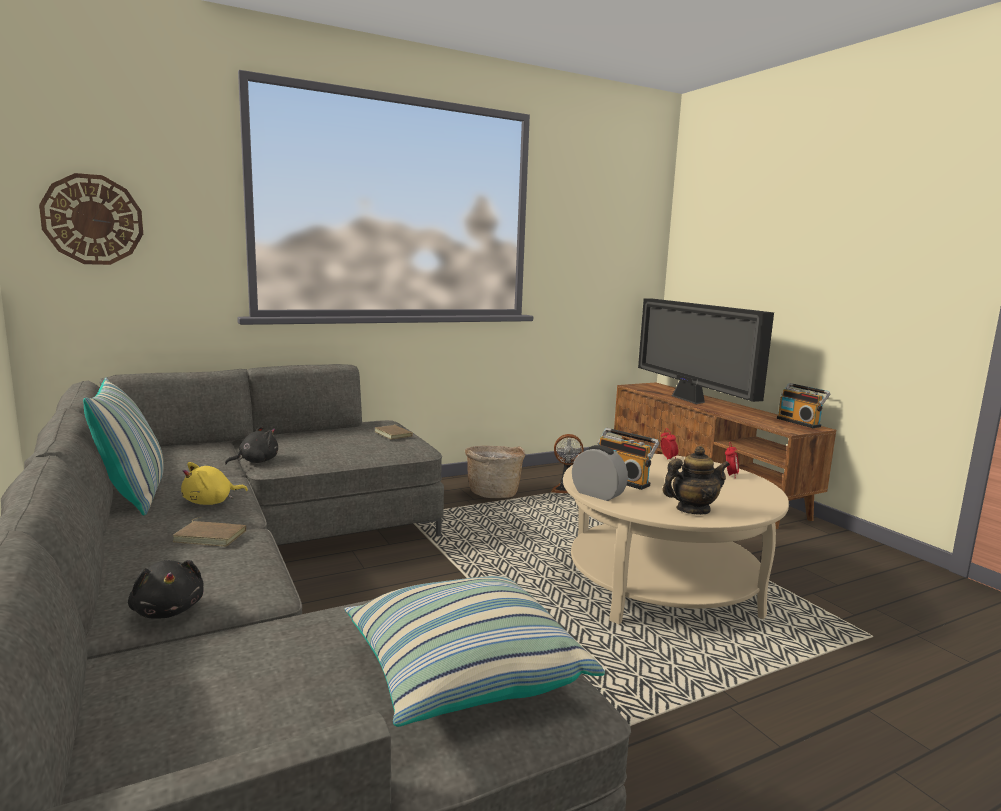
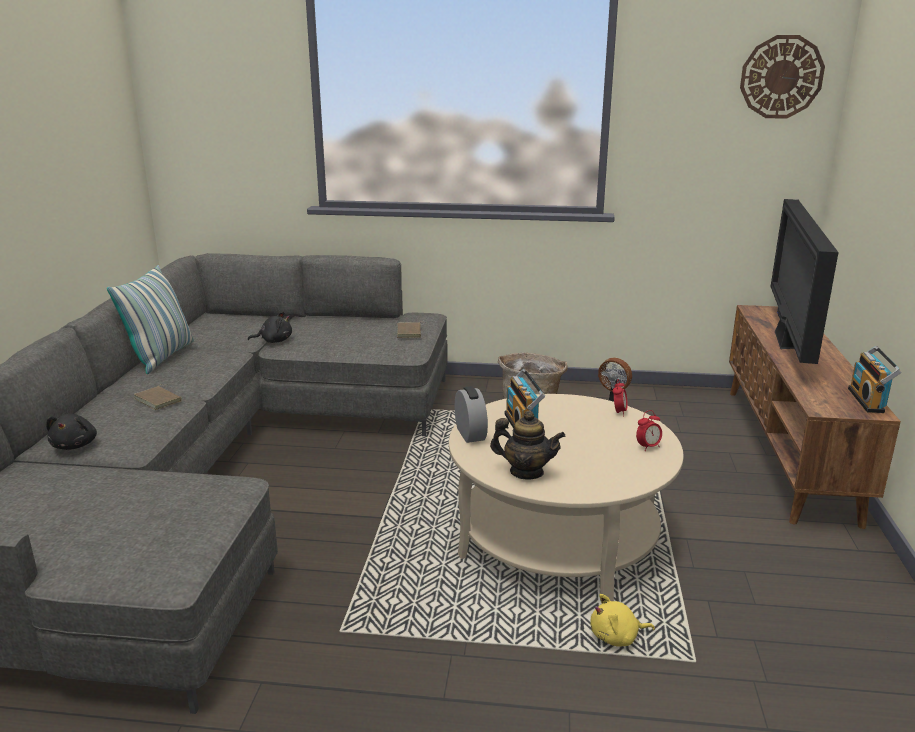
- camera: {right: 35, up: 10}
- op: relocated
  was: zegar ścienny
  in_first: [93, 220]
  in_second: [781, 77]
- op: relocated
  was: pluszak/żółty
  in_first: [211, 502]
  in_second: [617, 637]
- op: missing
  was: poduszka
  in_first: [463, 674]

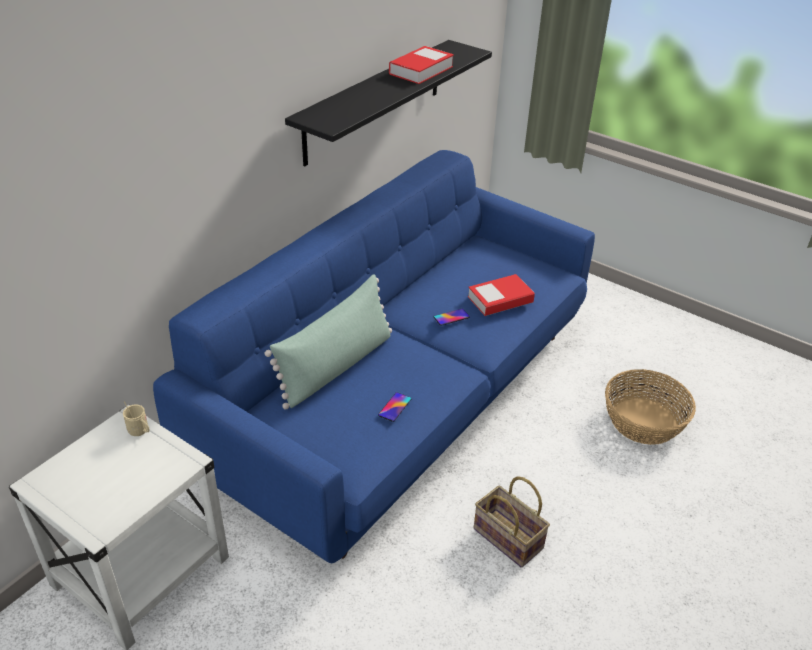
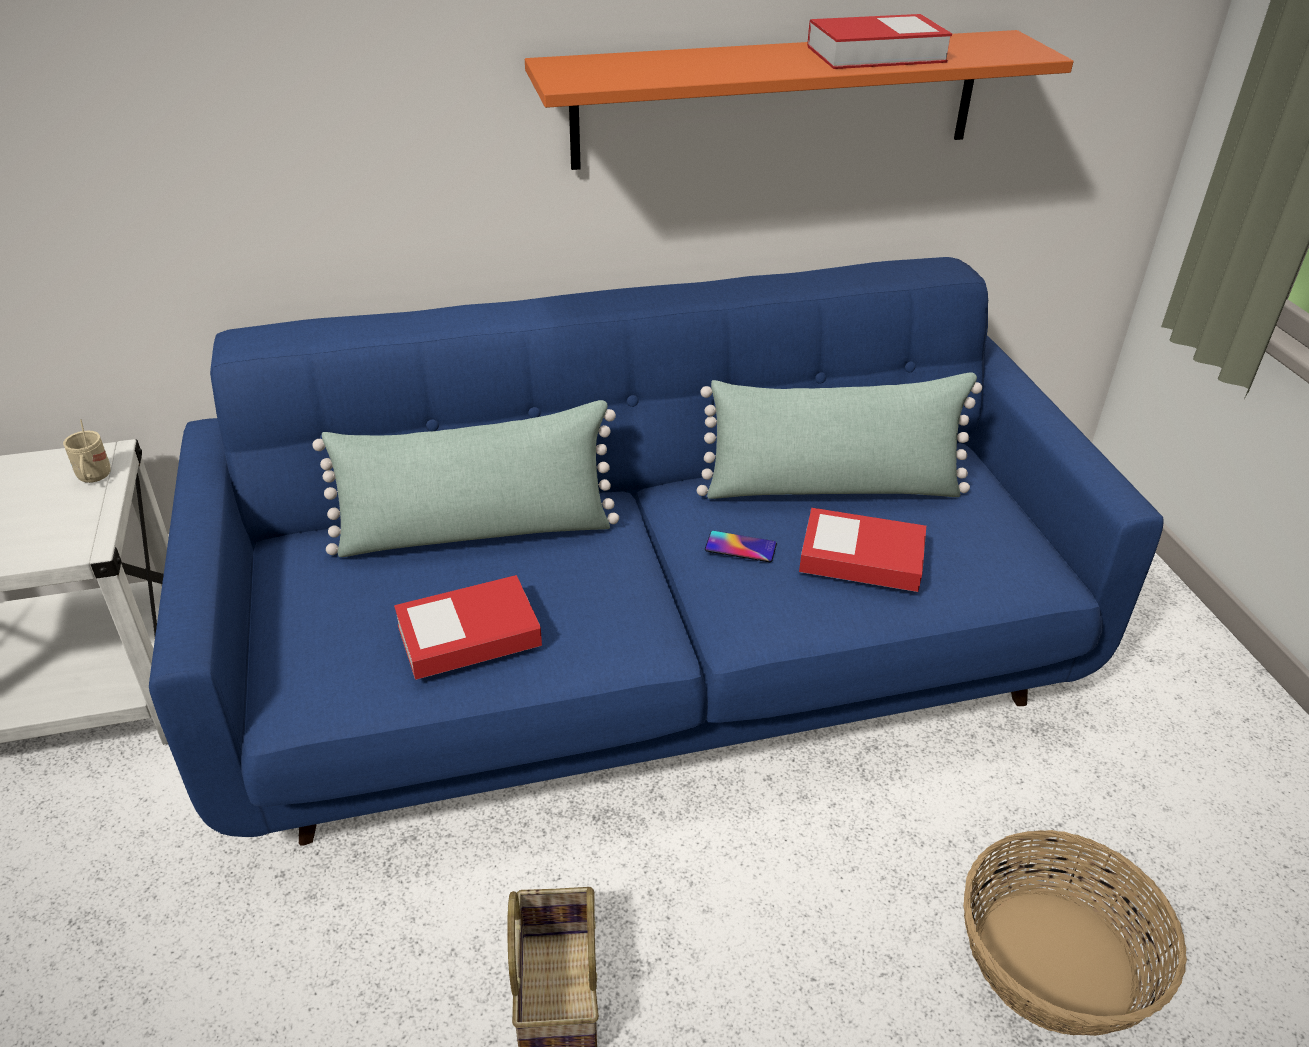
- camera: {right: 40, up: 0}
- op: colour
  was: półka/czarny
  now: półka/pomarańczowy
  in_first: [374, 101]
  in_second: [777, 99]
- op: exchanged
  was: telefon
  now: książka
  in_first: [394, 407]
  in_second: [469, 636]
- op: appeared
  now: poduszka/zielony
  in_second: [832, 488]

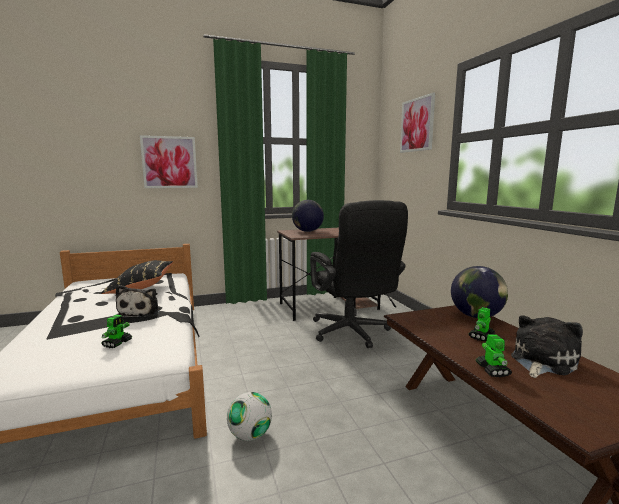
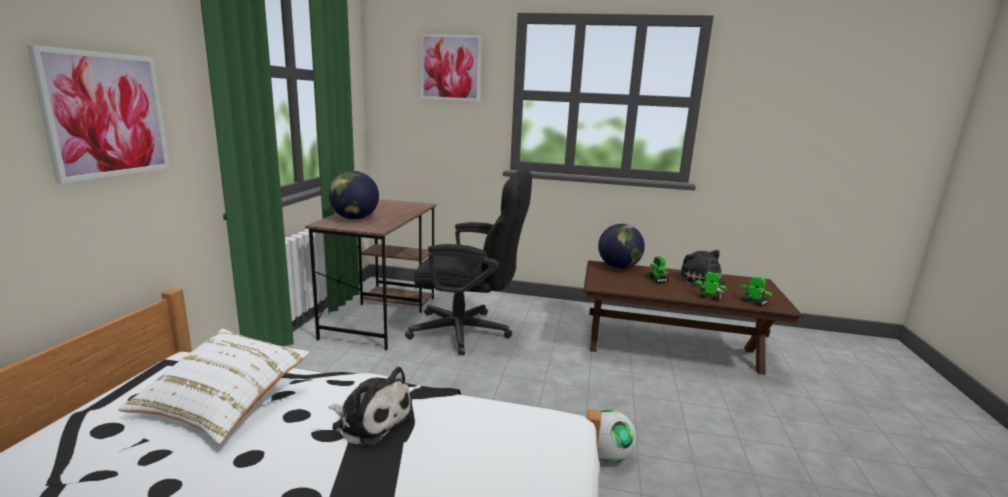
- camera: {right: -60, up: 5}
- op: colour
  was: poduszka/czarny
  now: poduszka/biały
  in_first: [141, 288]
  in_second: [223, 402]
- op: relocated
  was: robot zabawkowy
  in_first: [117, 343]
  in_second: [753, 302]

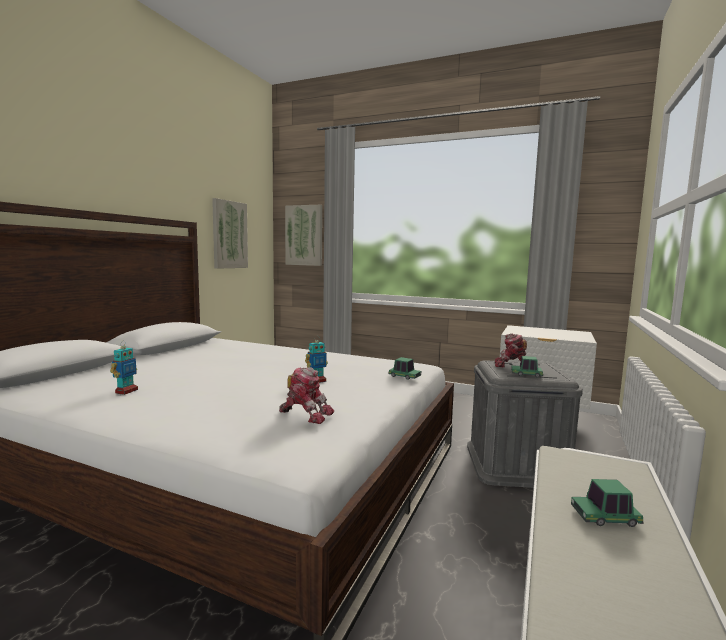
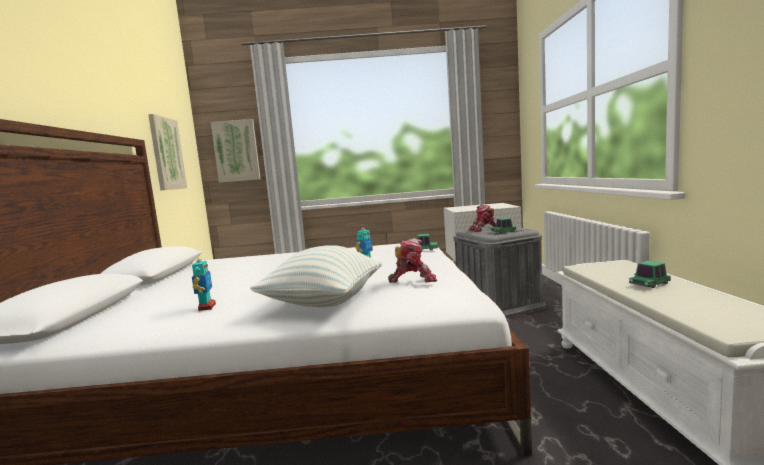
- camera: {right: -25, up: 0}
- op: appeared
  now: poduszka
  in_second: [324, 302]

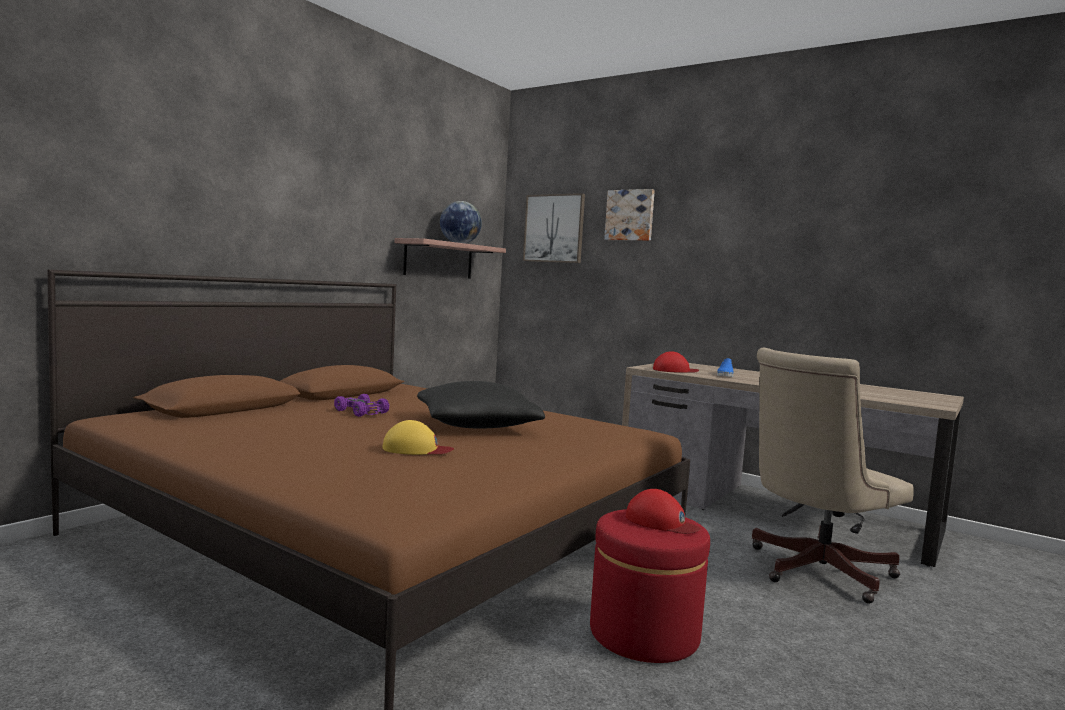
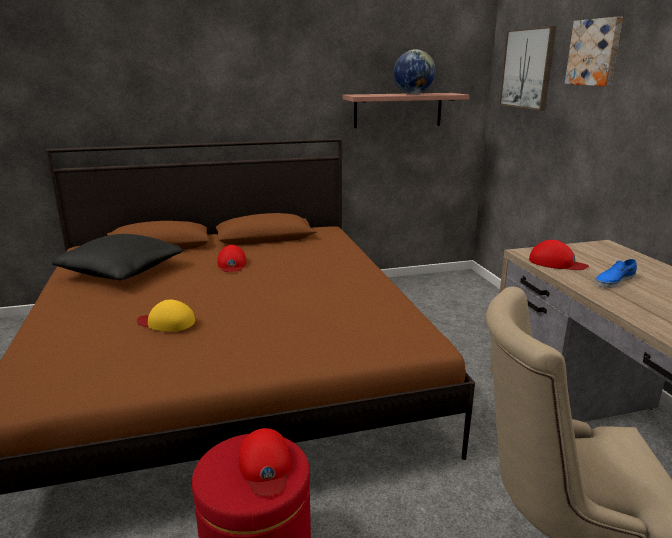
- camera: {right: 40, up: 15}
- op: relocated
  was: poduszka/czarny
  in_first: [477, 425]
  in_second: [121, 272]
- op: exchanged
  was: samochodzik/fioletowy
  now: czapka z daszkiem/czerwony
  in_first: [362, 412]
  in_second: [232, 264]
- op: spun
  was: czapka z daszkiem/żółty
  in_first: [416, 449]
  in_second: [166, 322]
  clockwise: 150

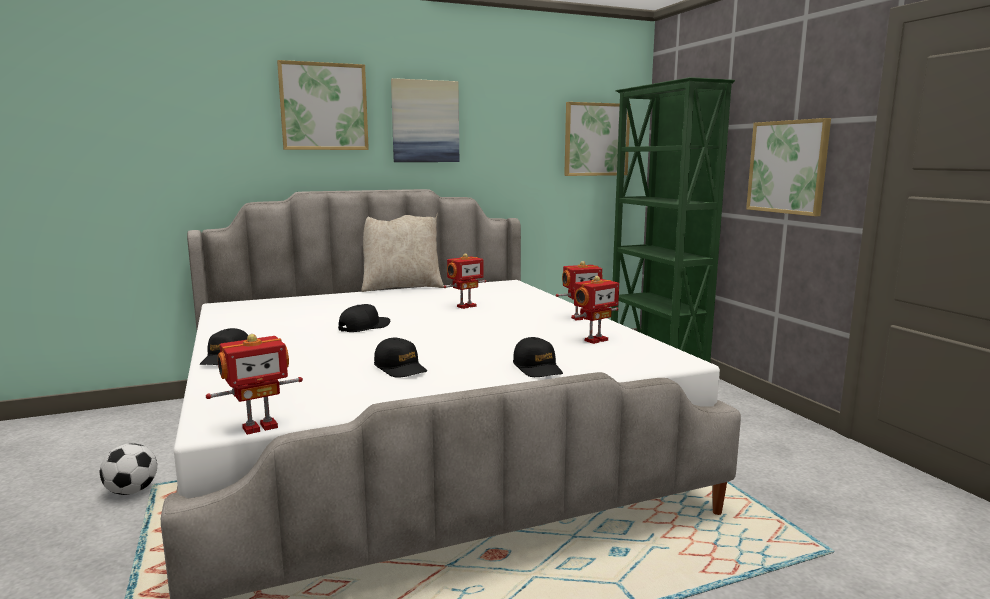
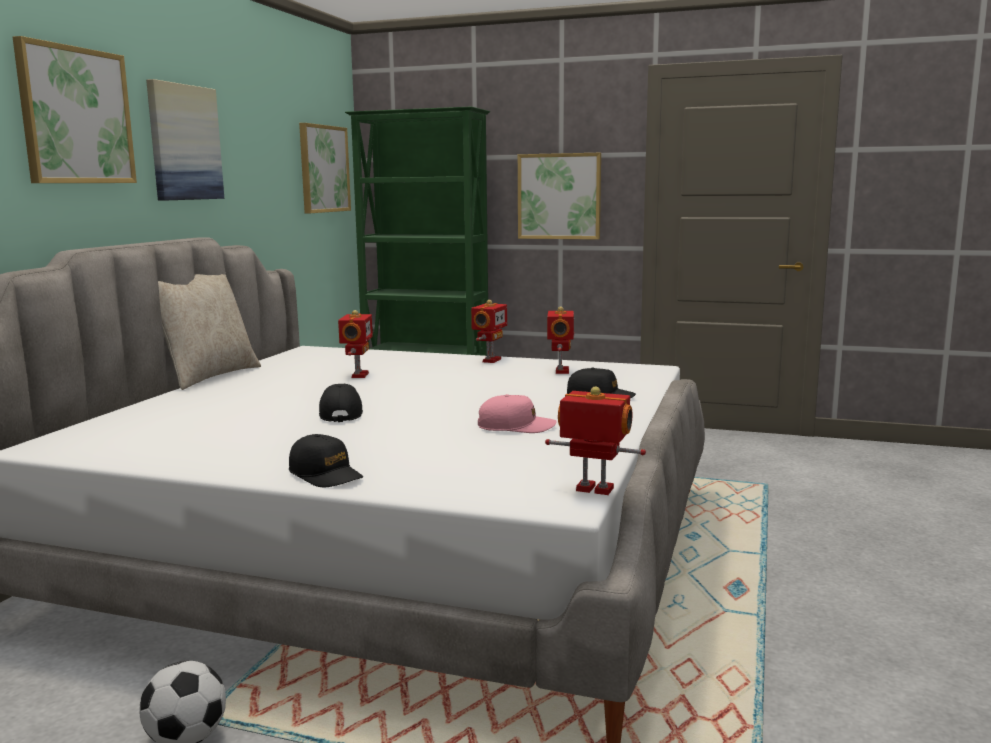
- camera: {right: -50, up: 0}
- op: spun
  was: robot zabawkowy
  in_first: [259, 427]
  in_second: [594, 490]
  clockwise: -75
- op: colour
  was: czapka z daszkiem/czarny
  now: czapka z daszkiem/różowy
  in_first: [400, 368]
  in_second: [516, 427]

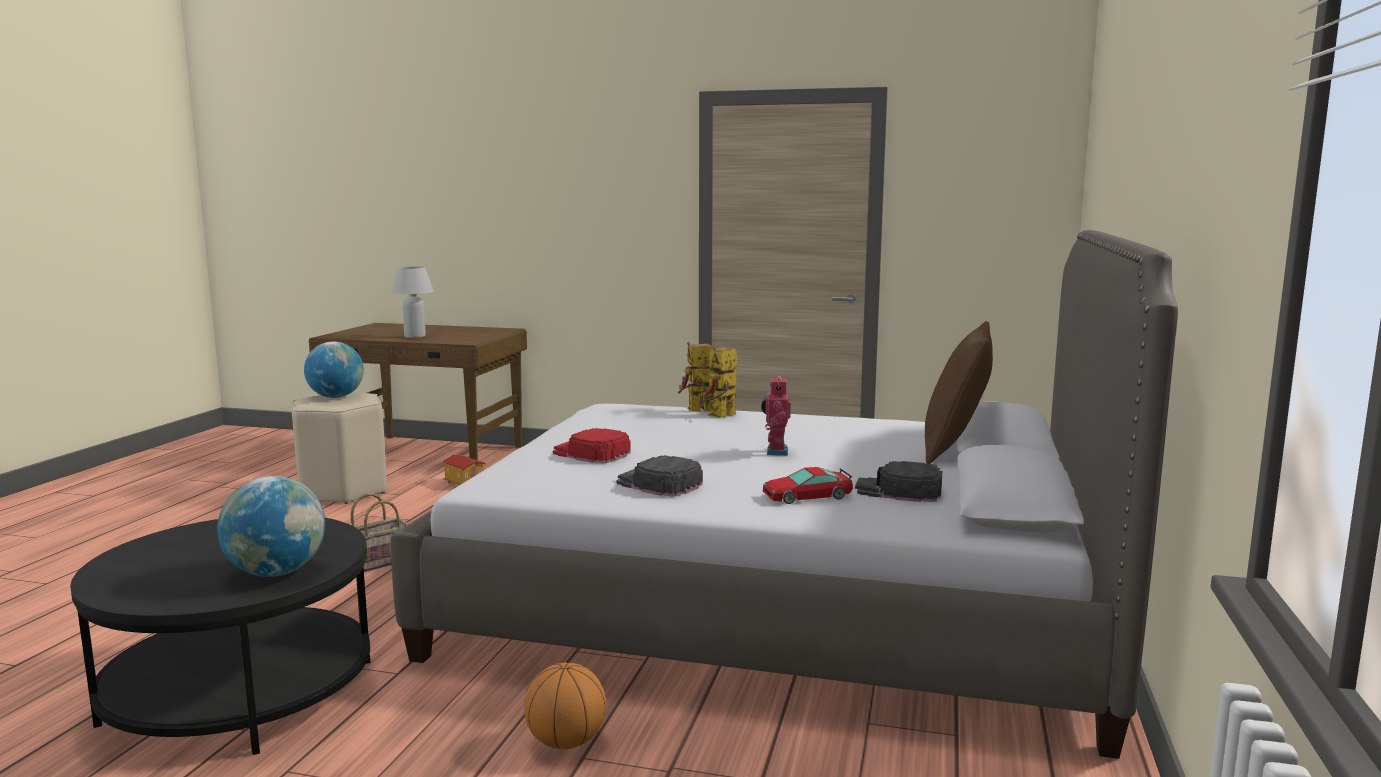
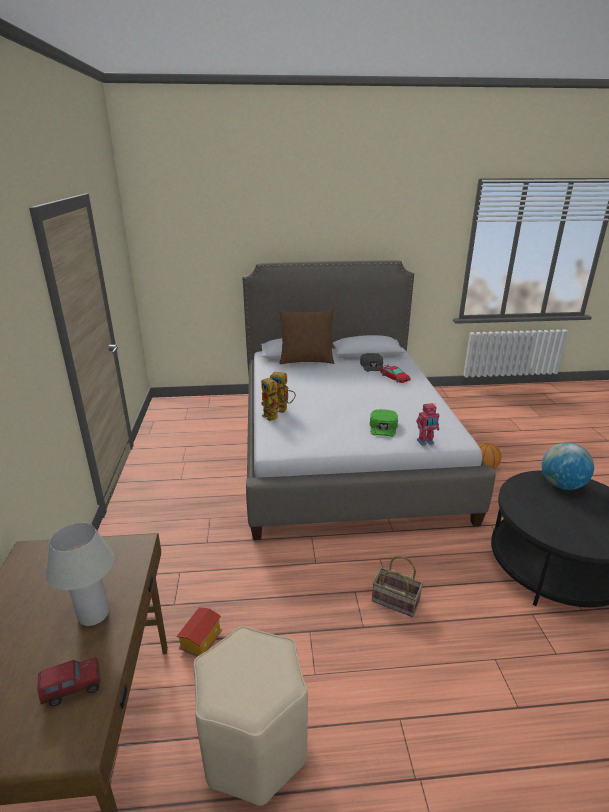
- camera: {right: -110, up: 15}
- op: missing
  was: globus
  in_first: [336, 397]
- op: relocated
  was: robot zabawkowy
  in_first: [775, 451]
  in_second: [425, 442]
- op: colour
  was: czapka z daszkiem/czerwony
  now: czapka z daszkiem/zielony
  in_first: [591, 453]
  in_second: [383, 427]
- op: missing
  was: czapka z daszkiem/czarny
  in_first: [658, 484]
- op: appeared
  now: ciężarówka zabawkowa
  in_second: [73, 689]

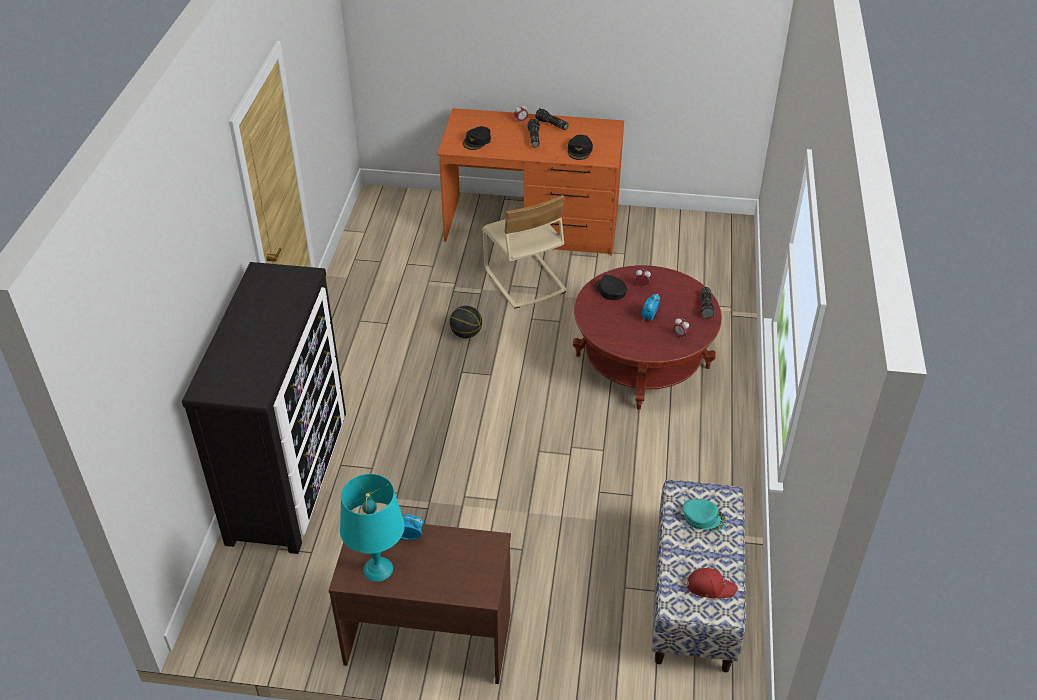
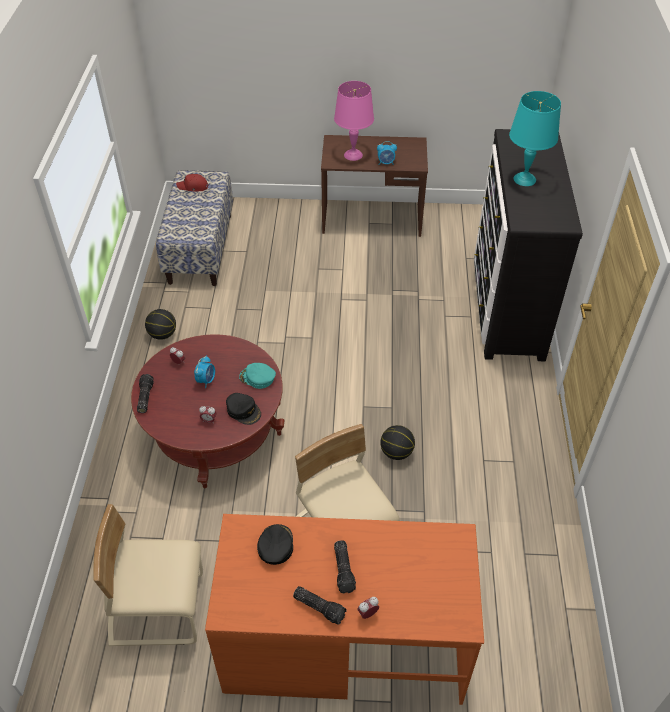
- camera: {right: 175, up: 5}
- op: missing
  was: czapka z daszkiem/czarny
  in_first: [477, 141]
- op: relocated
  was: lampa stołowa/turkusowy
  in_first: [378, 569]
  in_second: [524, 179]
- op: relocated
  was: czapka z daszkiem/turkusowy
  in_first: [703, 517]
  in_second: [257, 378]
- op: appeared
  now: lampa stołowa/różowy
  in_second: [353, 155]
- op: appeared
  now: piłka do koszykówki
  in_second: [162, 334]
- op: appeared
  now: krzesło/beżowy
  in_second: [158, 608]

